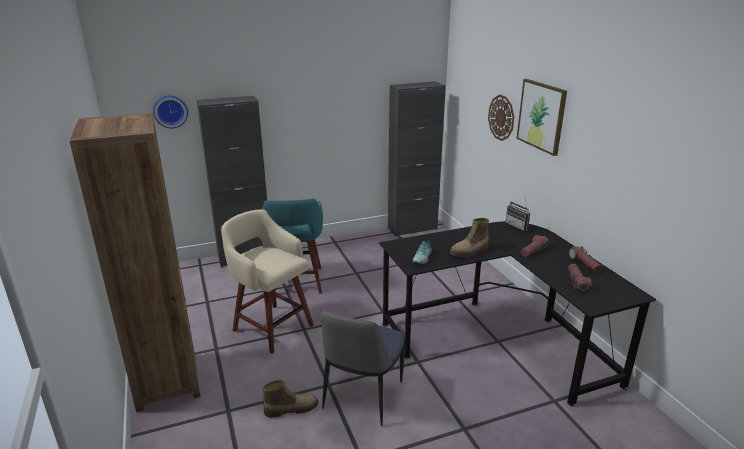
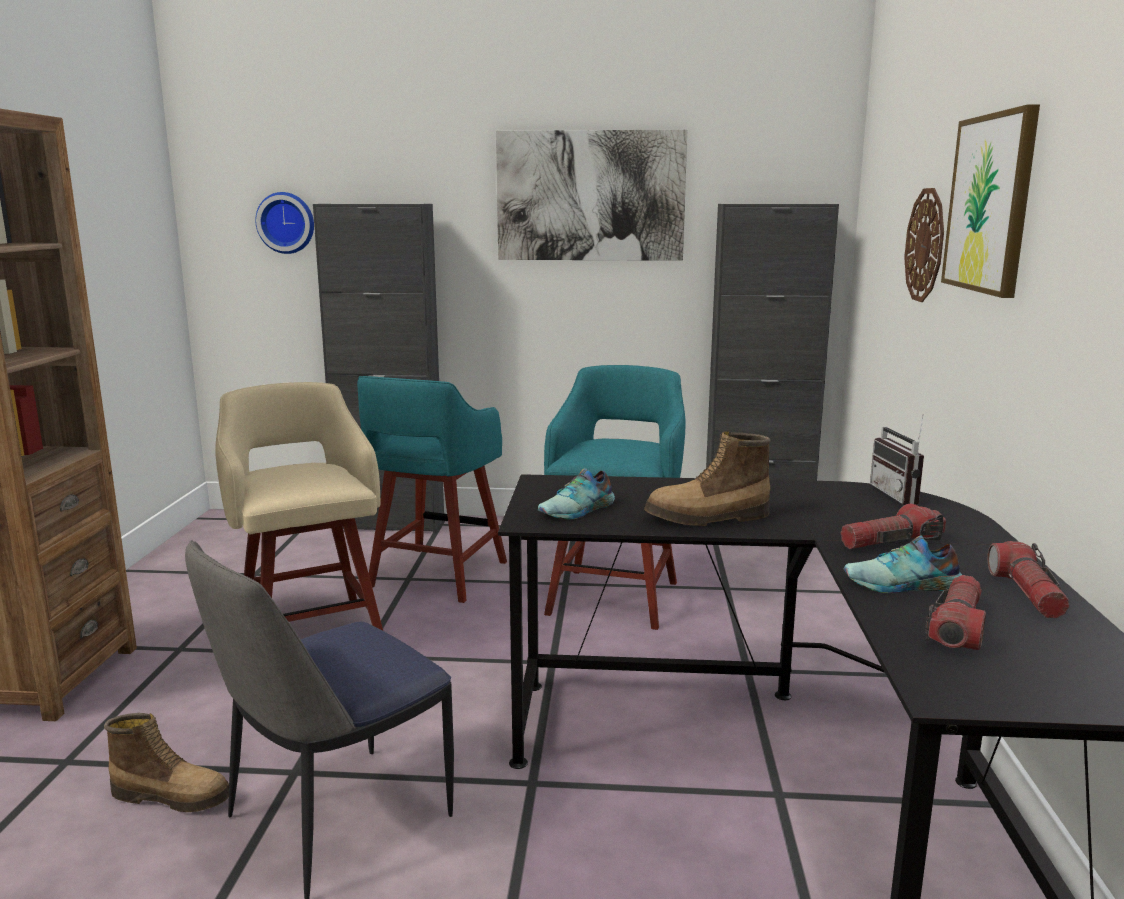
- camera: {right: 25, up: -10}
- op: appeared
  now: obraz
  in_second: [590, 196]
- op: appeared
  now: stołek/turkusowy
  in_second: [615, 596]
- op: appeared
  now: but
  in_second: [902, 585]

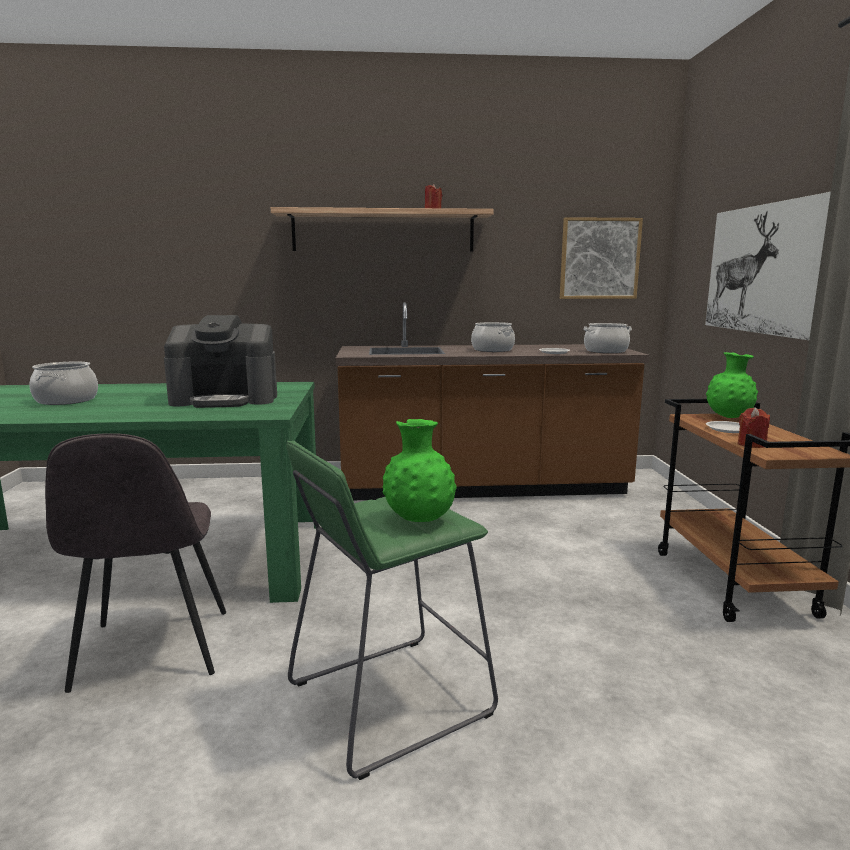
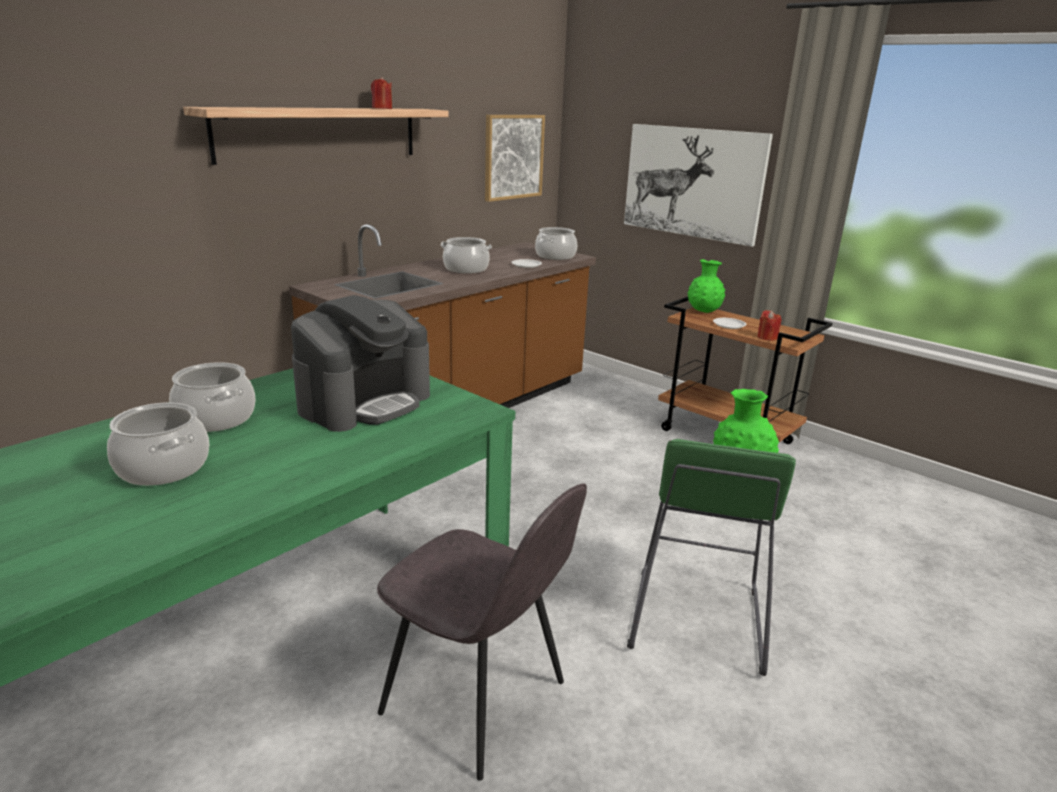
- camera: {right: -45, up: 10}
- op: appeared
  now: garnek
  in_second: [216, 418]

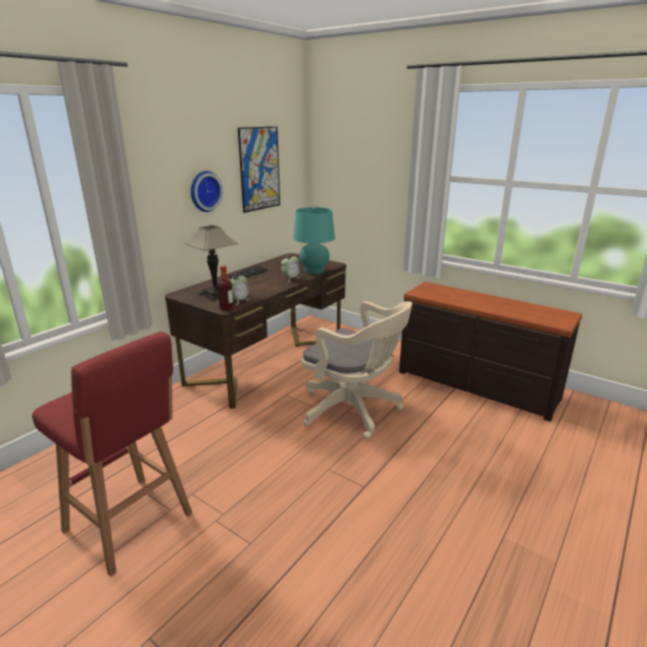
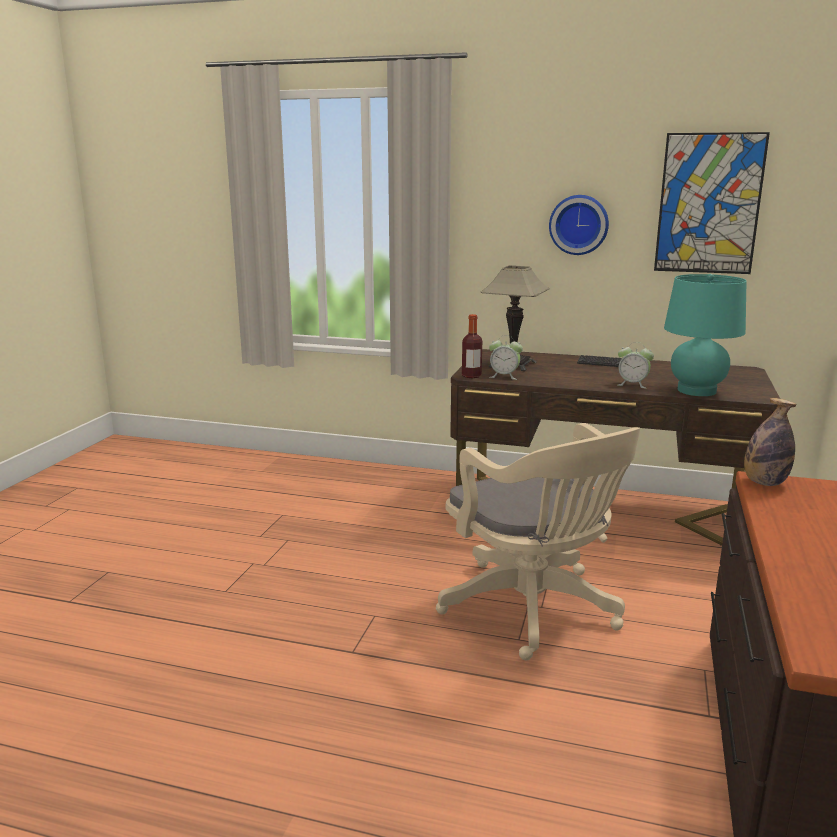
- camera: {right: 70, up: -5}
- op: spun
  was: krzesło biurowe/beżowy
  in_first: [354, 410]
  in_second: [535, 611]
  clockwise: -45
- op: missing
  was: stołek/czerwony
  in_first: [131, 524]
- op: appeared
  now: butelka
  in_second: [764, 483]

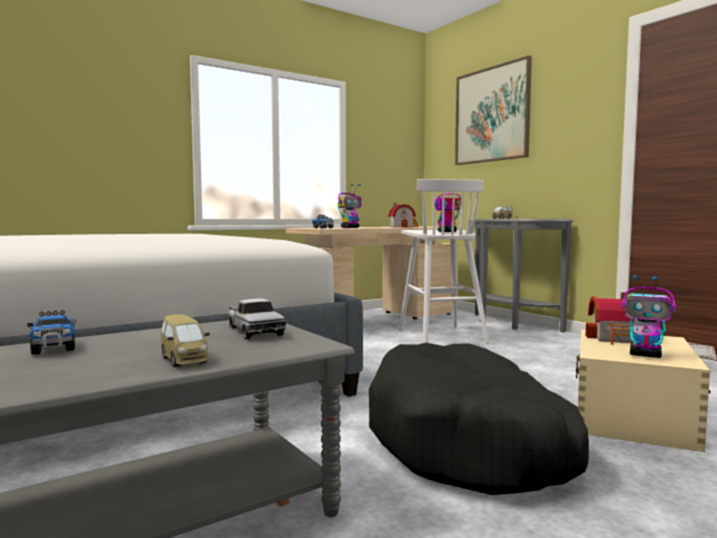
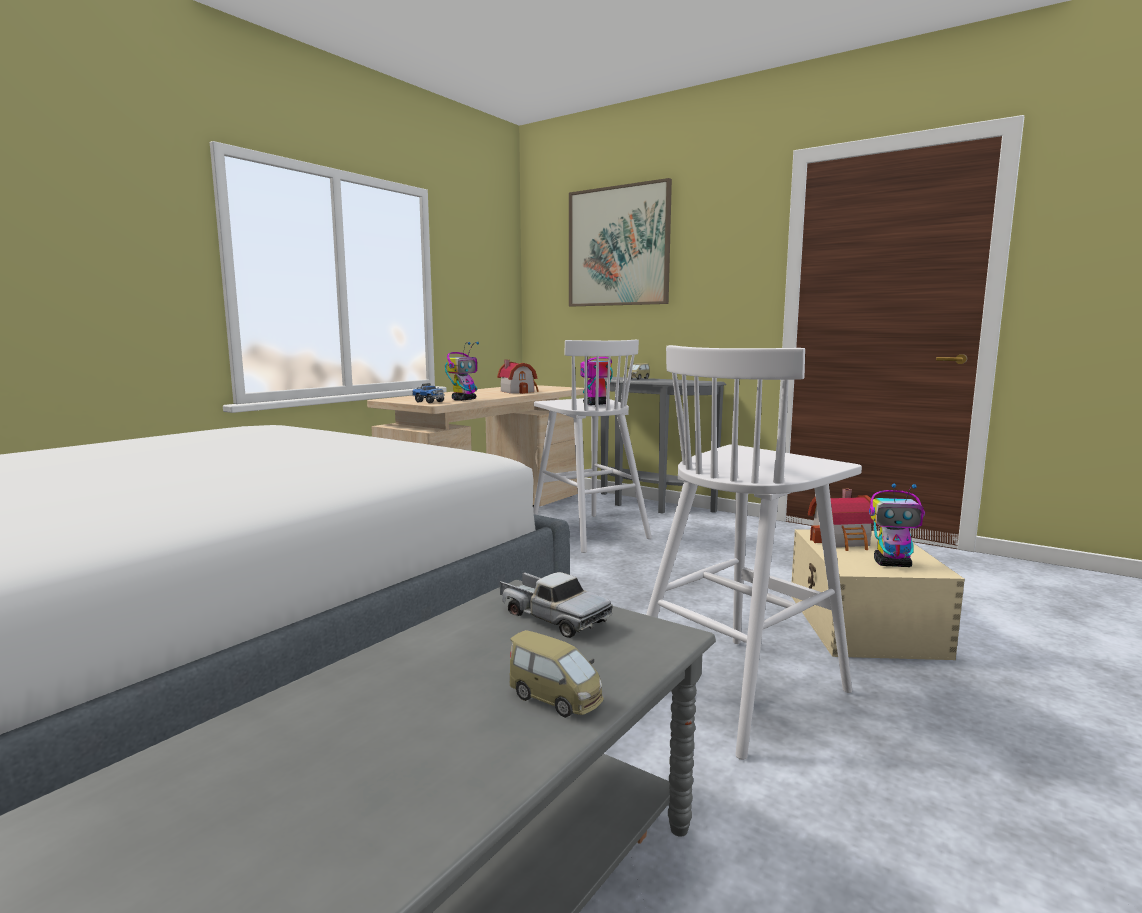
- camera: {right: -20, up: 5}
- op: missing
  was: ciężarówka zabawkowa
  in_first: [54, 348]
- op: exchanged
  was: legowisko/czarny
  now: stołek/biały
  in_first: [469, 442]
  in_second: [741, 690]

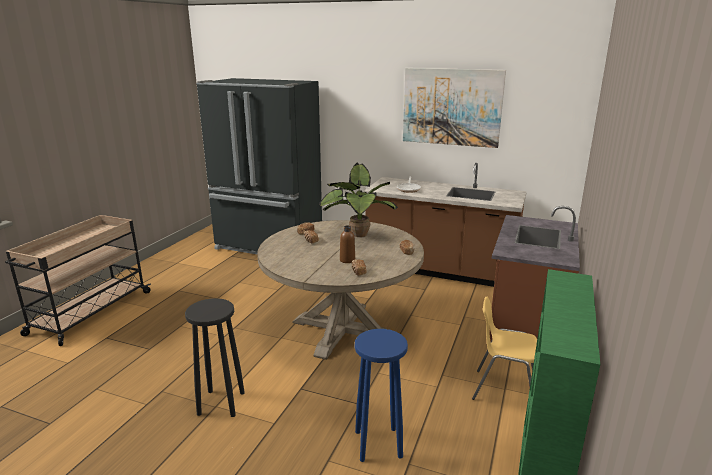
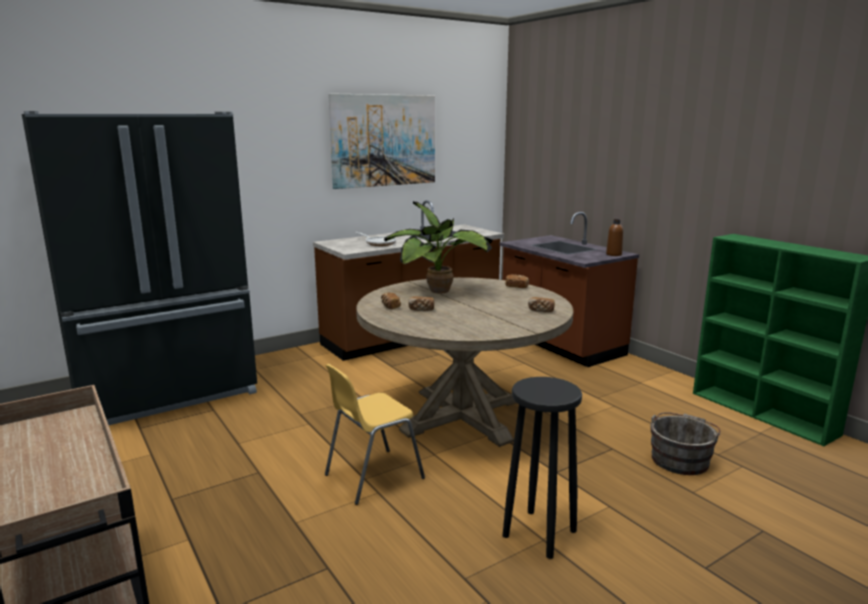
- camera: {right: -55, up: -5}
- op: relocated
  was: butelka/brązowy
  in_first: [347, 260]
  in_second: [614, 254]
- op: relocated
  was: krzesło/żółty
  in_first: [503, 390]
  in_second: [372, 476]
- op: exchanged
  was: stołek/niebieski
  now: wiadro/szary
  in_first: [378, 443]
  in_second: [680, 459]

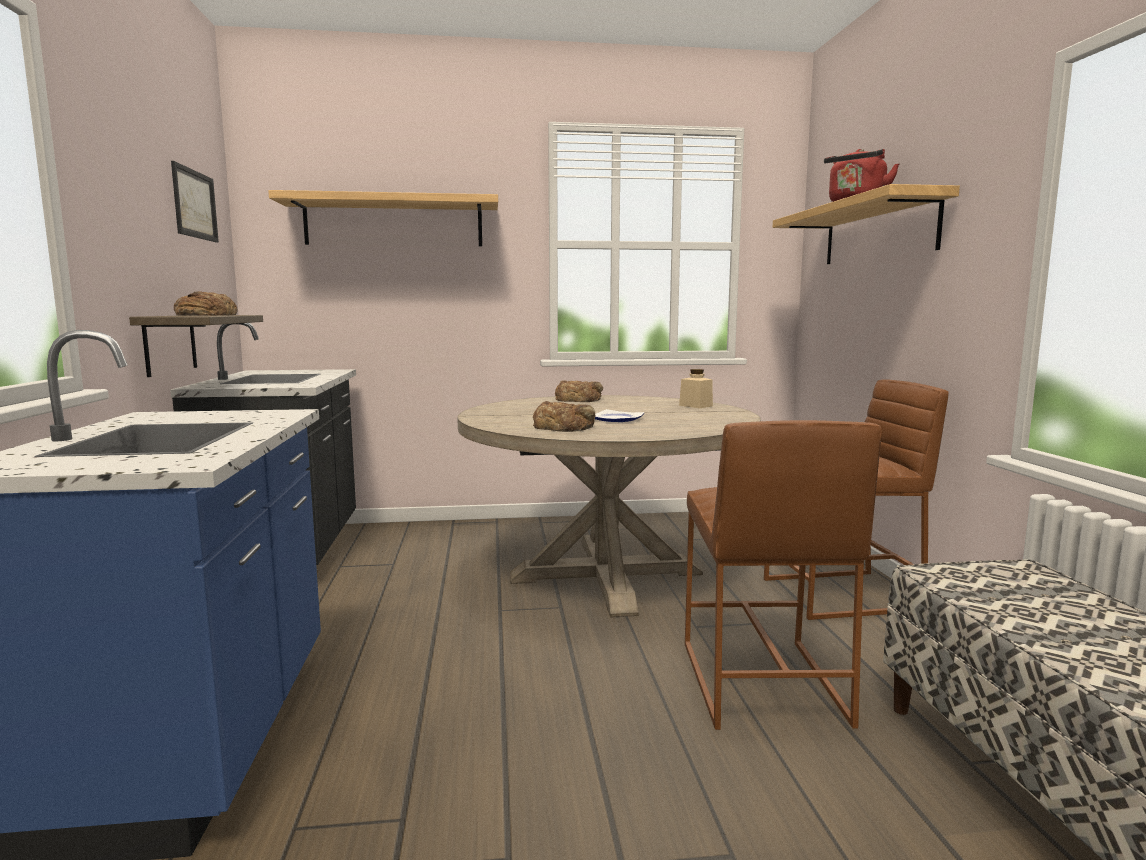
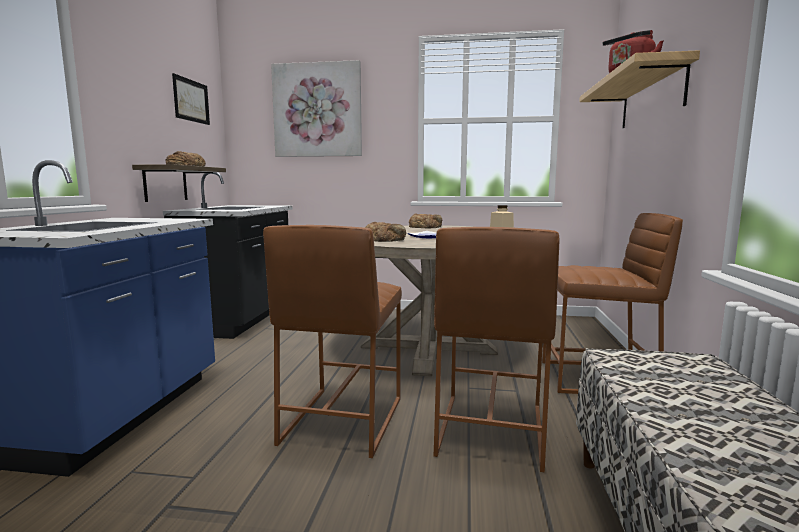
- camera: {right: 15, up: 0}
- op: exchanged
  was: półka
  now: obraz
  in_first: [394, 223]
  in_second: [317, 110]
- op: appeared
  now: stołek/brązowy
  in_second: [341, 420]

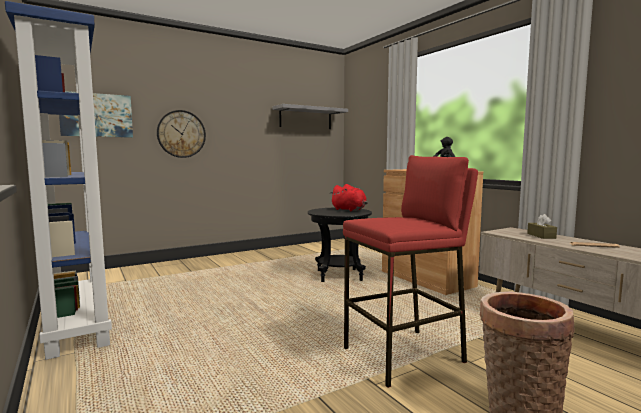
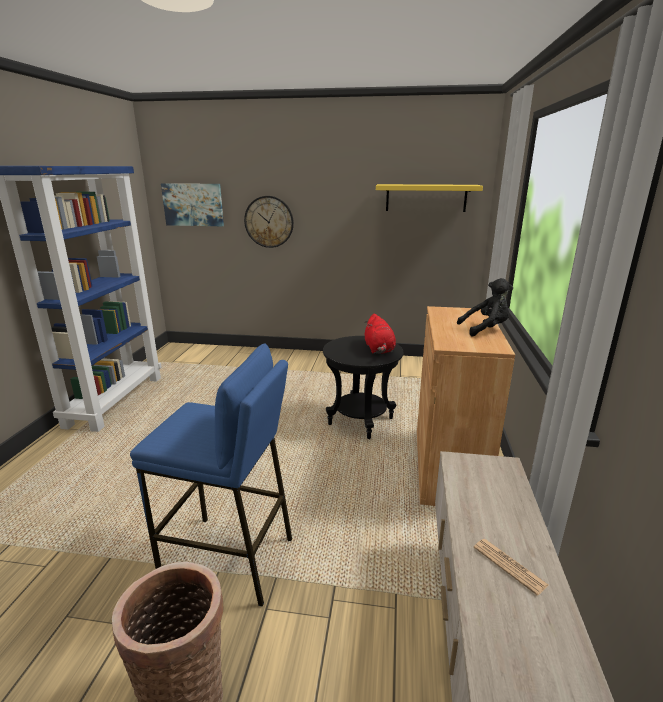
- camera: {right: 40, up: 15}
- op: colour
  was: półka/szary
  now: półka/żółty
  in_first: [305, 118]
  in_second: [426, 198]
- op: colour
  was: stołek/czerwony
  now: stołek/niebieski
  in_first: [404, 356]
  in_second: [229, 560]
- op: missing
  was: pudełko chusteczek/brązowy
  in_first: [541, 236]

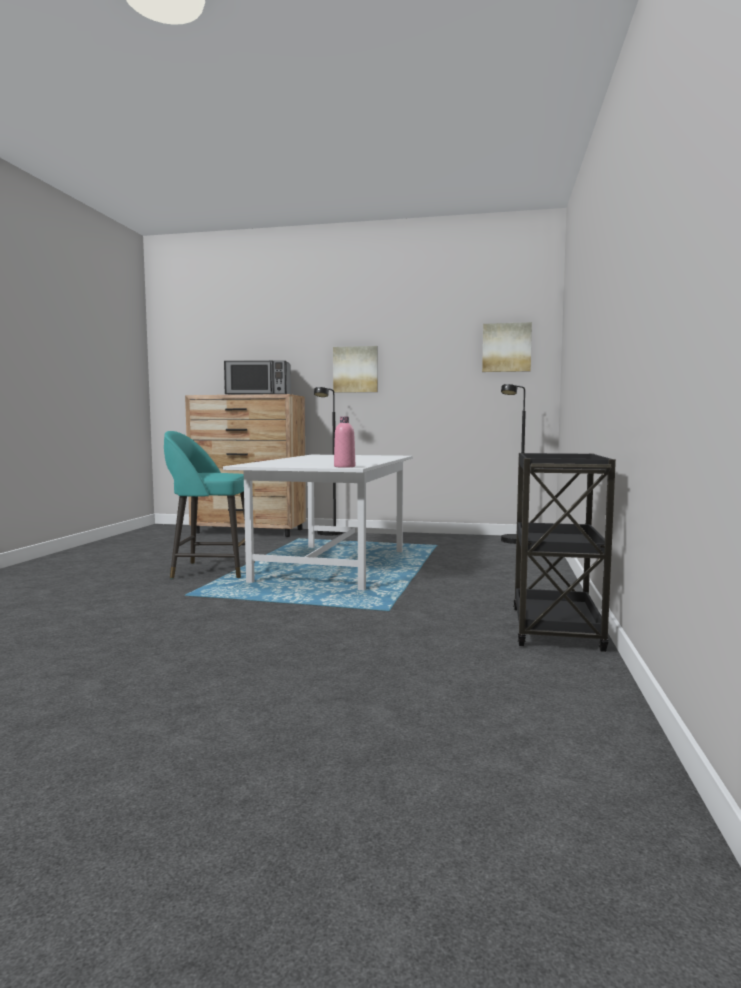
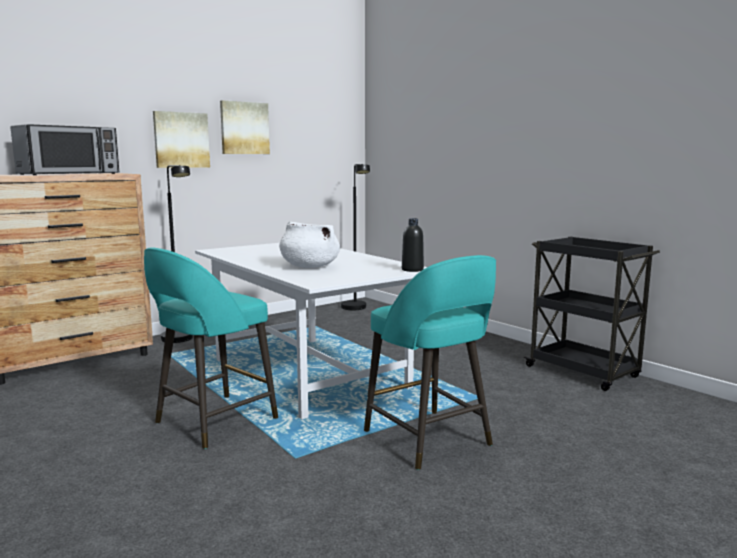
- camera: {right: -50, up: 5}
- op: relocated
  was: obraz
  in_first: [506, 347]
  in_second: [244, 128]
- op: colour
  was: butelka/różowy
  now: butelka/czarny
  in_first: [344, 466]
  in_second: [412, 270]
- op: appeared
  now: garnek/biały
  in_second: [309, 267]
- op: appeared
  now: stołek/turkusowy
  in_second: [429, 440]

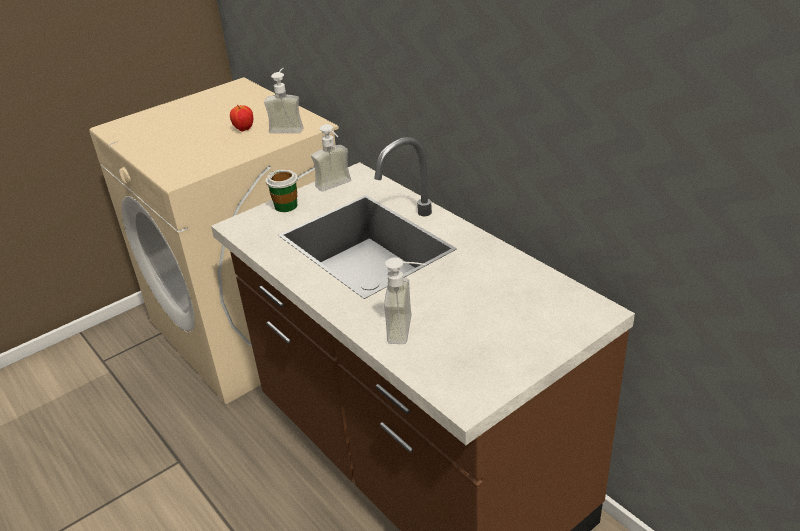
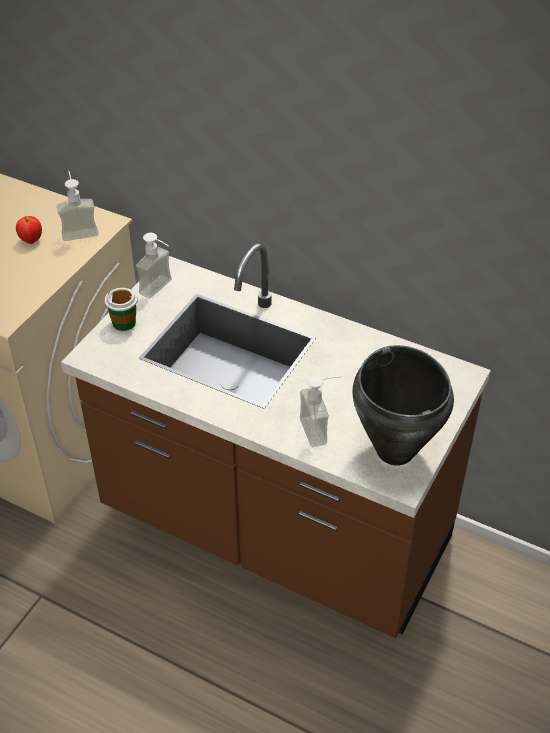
- camera: {right: -25, up: 10}
- op: appeared
  now: garnek/czarny
  in_second: [395, 450]

